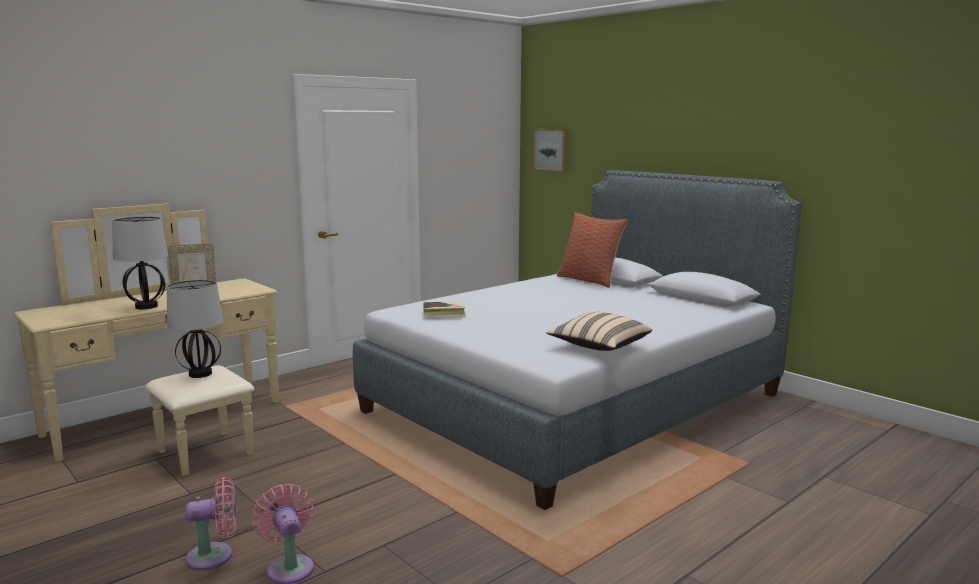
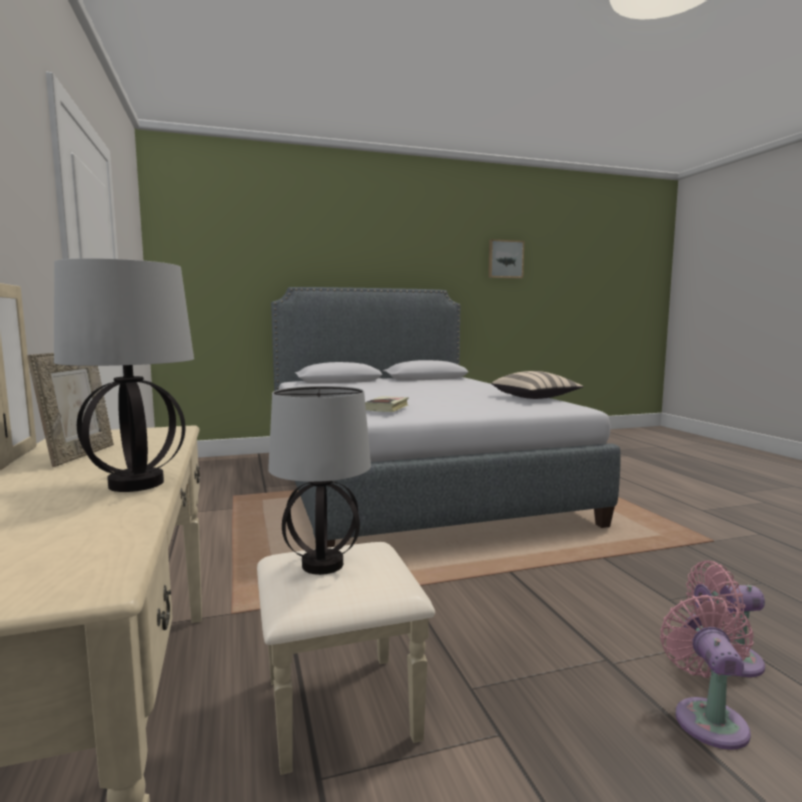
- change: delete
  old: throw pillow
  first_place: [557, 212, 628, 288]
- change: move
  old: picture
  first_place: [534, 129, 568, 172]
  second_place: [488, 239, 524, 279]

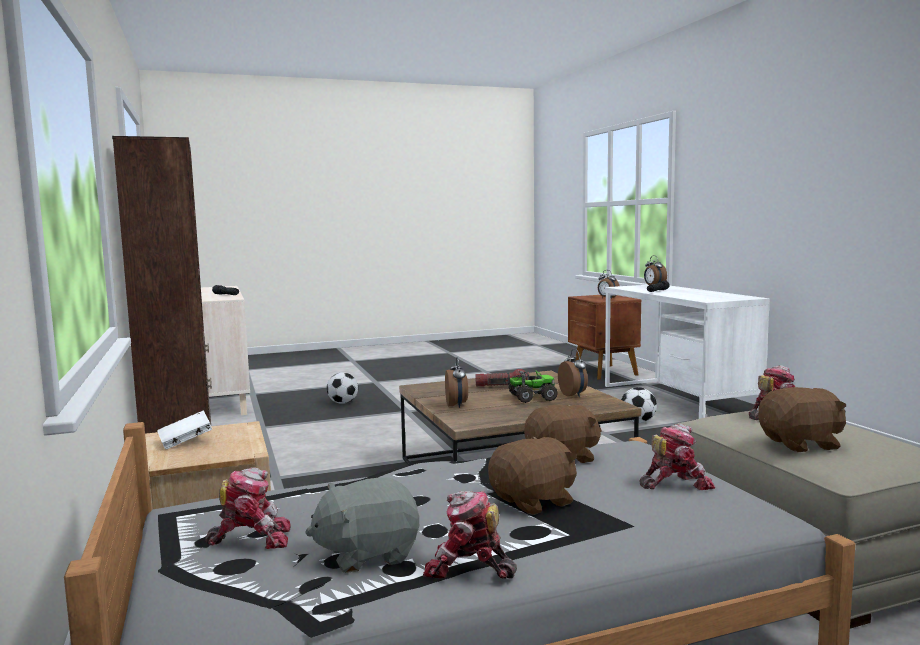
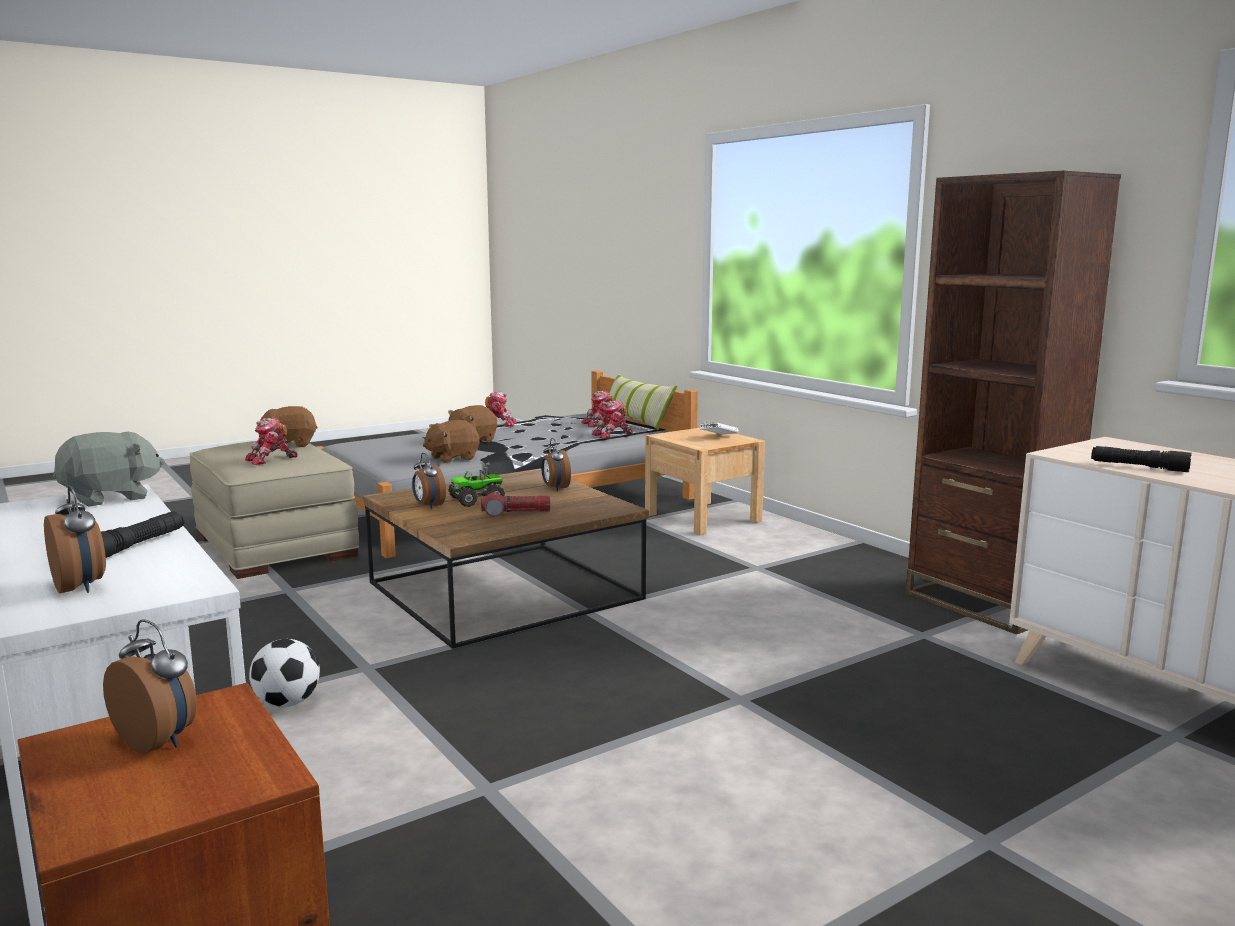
- change: delete
  old: ball for football
  first_place: [327, 372, 358, 404]
- change: insert
  new: throw pillow
  second_place: [609, 373, 678, 430]
- change: move
  old: gray plush toy
  first_place: [305, 478, 419, 573]
  second_place: [53, 432, 165, 507]
- change: move
  old: toy robot
  first_place: [640, 424, 715, 490]
  second_place: [592, 401, 633, 439]

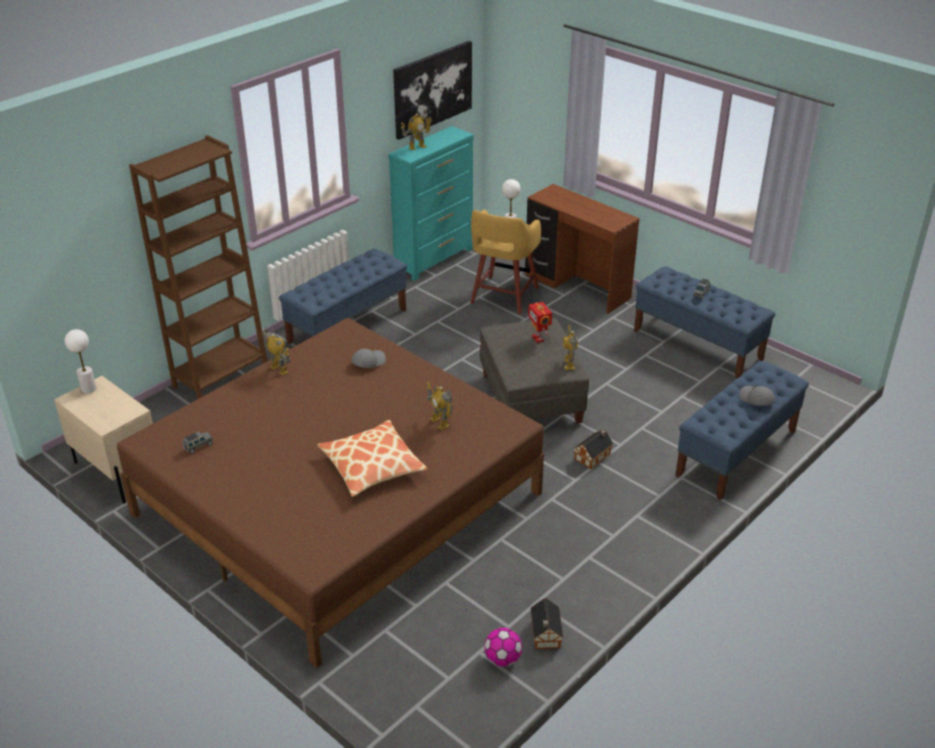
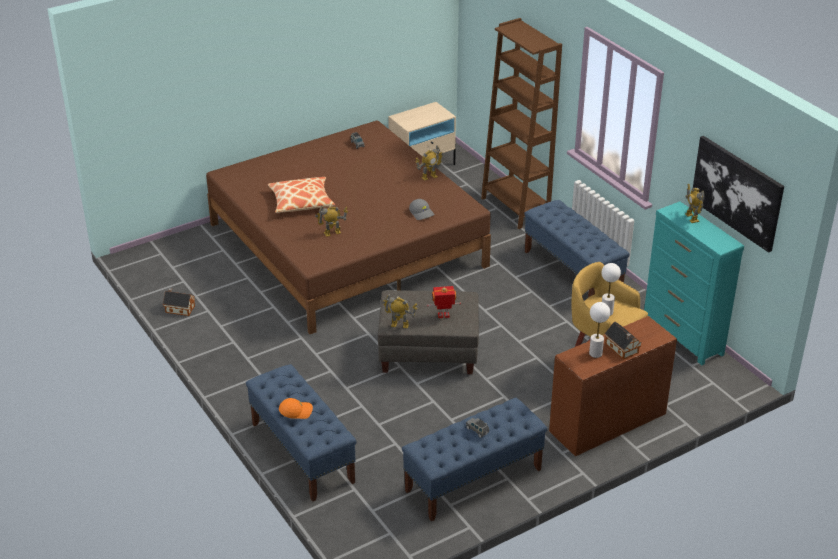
- change: delete
  old: ball for football
  first_place: [484, 628, 522, 667]
- change: move
  old: whitish lamp for a table
  first_place: [65, 329, 96, 393]
  second_place: [589, 302, 610, 358]
- change: move
  old: miniature house
  first_place: [573, 429, 614, 469]
  second_place: [605, 322, 642, 359]
- change: recolor
  old: gray baseball cap
  new: orangey baseball cap
  first_place: [739, 386, 775, 406]
  second_place: [279, 398, 313, 419]

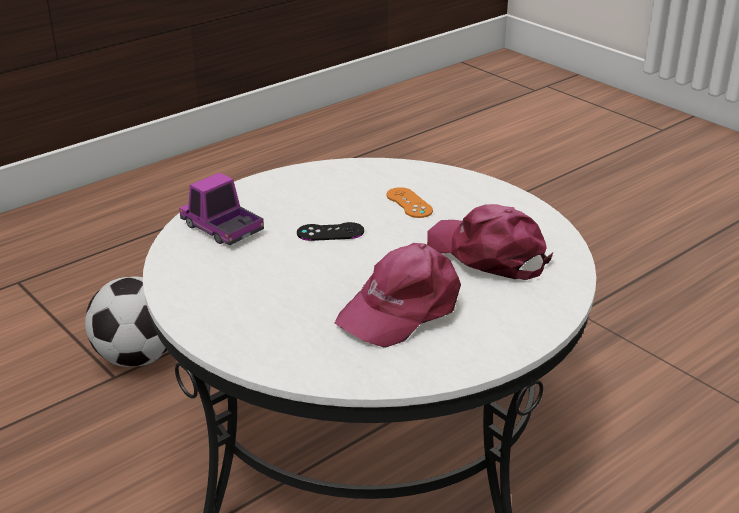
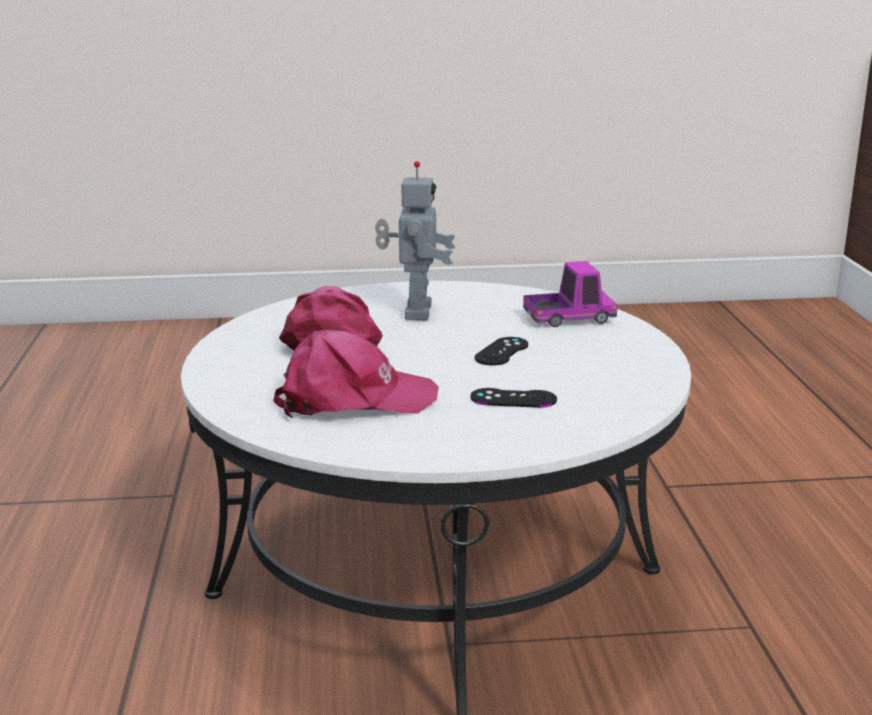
- change: delete
  old: ball for football
  first_place: [85, 276, 167, 367]
- change: insert
  new: toy robot
  second_place: [375, 161, 455, 320]
- change: recolor
  old: orangey game controller
  new: black-coloured game controller
  first_place: [386, 187, 433, 218]
  second_place: [470, 388, 557, 408]

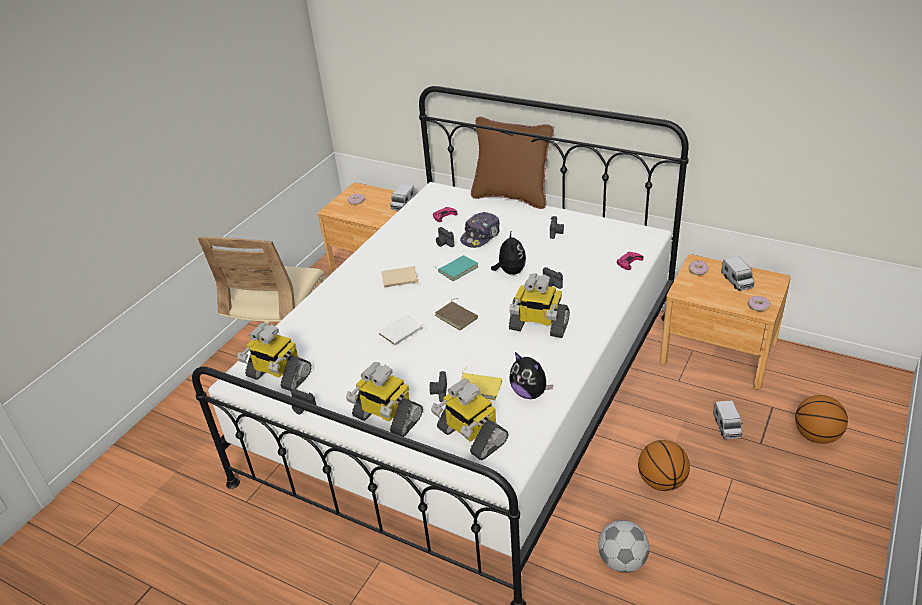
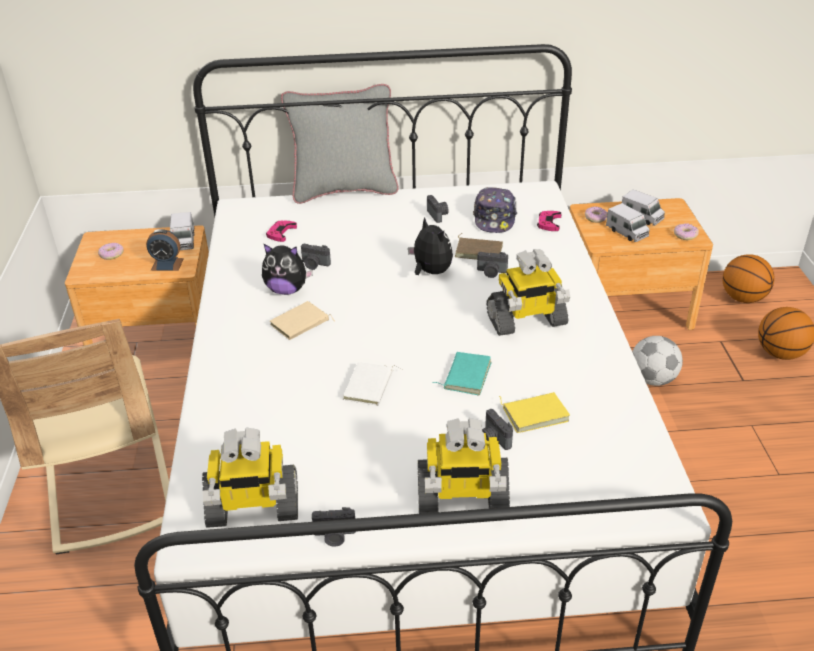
- change: delete
  old: toy robot
  first_place: [431, 378, 508, 460]
- change: insert
  new: alarm clock
  second_place: [146, 229, 184, 271]
- change: move
  old: turquoise-coloured book
  first_place: [434, 255, 478, 281]
  second_place: [433, 352, 492, 395]
- change: move
  old: brown book
  first_place: [435, 298, 478, 330]
  second_place: [455, 233, 503, 260]
- change: move
  old: baseball cap
  first_place: [460, 212, 500, 248]
  second_place: [473, 187, 517, 233]
- change: move
  old: plush toy
  first_place: [509, 352, 553, 399]
  second_place: [262, 244, 313, 295]
- change: move
  old: ball for football
  first_place: [598, 520, 650, 573]
  second_place: [632, 336, 683, 386]
- change: move
  old: basketball ball
  first_place: [638, 440, 690, 491]
  second_place: [723, 254, 775, 303]
- change: move
  old: model truck
  first_place: [713, 400, 743, 440]
  second_place: [606, 203, 650, 242]
- change: recolor
  old: brown throw pillow
  new: gray throw pillow
  first_place: [471, 117, 554, 209]
  second_place: [281, 84, 398, 204]

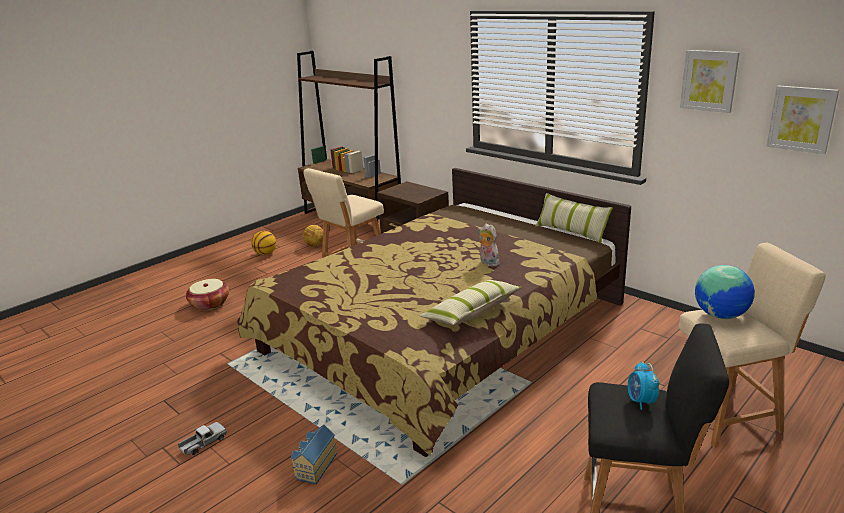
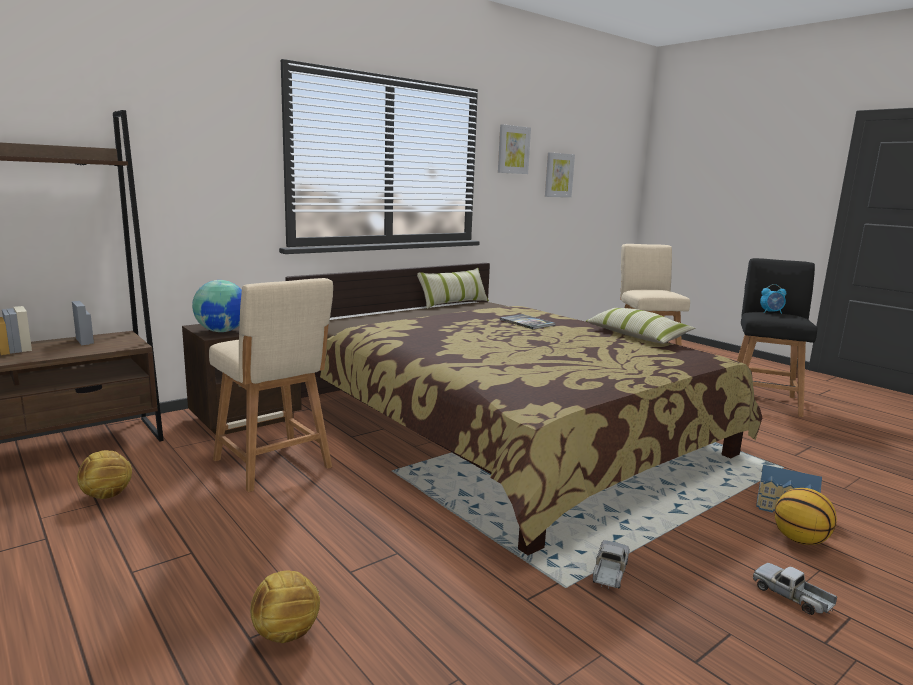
- change: insert
  new: model truck
  second_place: [593, 540, 630, 589]
- change: move
  old: basketball ball
  first_place: [251, 231, 276, 255]
  second_place: [775, 488, 837, 545]
- change: move
  old: desk globe
  first_place: [695, 265, 755, 319]
  second_place: [192, 280, 242, 332]
- change: replace
  old: basket
  new: ball for football
  first_place: [186, 279, 229, 310]
  second_place: [250, 570, 320, 643]
- change: replace
  old: plush toy
  new: book
  first_place: [478, 223, 499, 267]
  second_place: [500, 314, 556, 329]

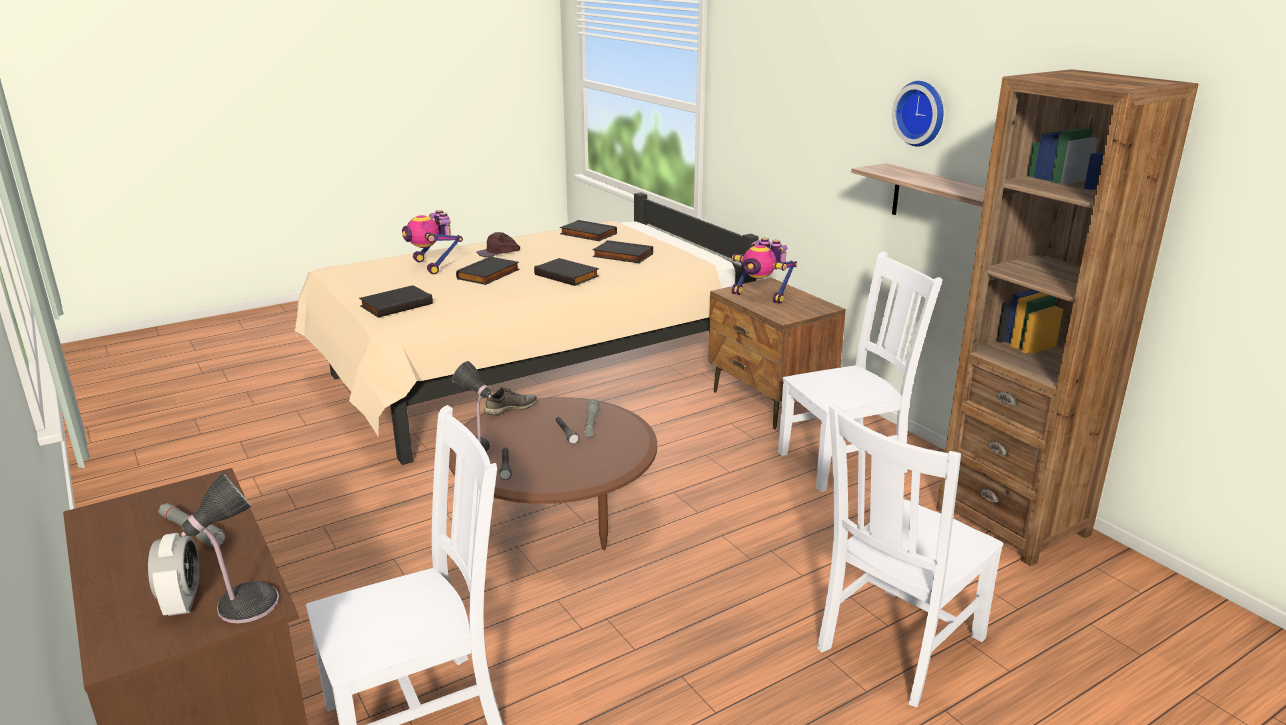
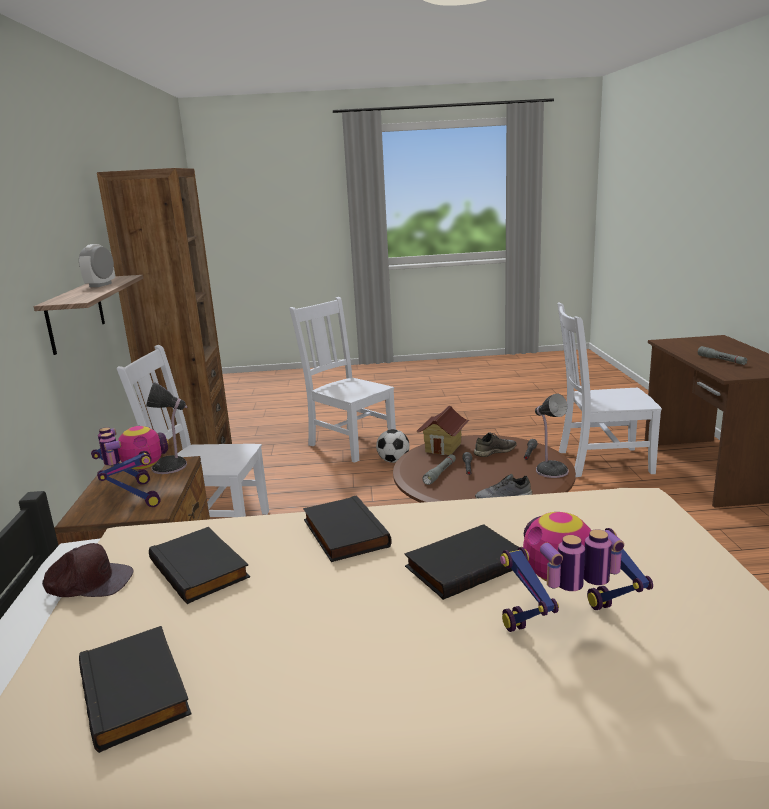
- change: delete
  old: black-coloured book
  first_place: [359, 285, 433, 317]
- change: delete
  old: clock on the wall
  first_place: [892, 81, 943, 147]
- change: insert
  new: ball for football
  second_place: [376, 429, 410, 463]
- change: insert
  new: miniature house
  second_place: [416, 406, 469, 455]
- change: insert
  new: gray low shoe
  second_place: [474, 432, 517, 457]
- change: move
  old: alarm clock
  first_place: [148, 533, 199, 616]
  second_place: [79, 244, 115, 287]
- change: move
  old: lamp for a table
  first_place: [181, 473, 279, 623]
  second_place: [146, 382, 187, 474]
- change: move
  old: brown baseball cap
  first_place: [476, 232, 520, 257]
  second_place: [42, 543, 134, 597]
- change: rotate
  old: toy robot
  first_place: [402, 210, 463, 274]
  second_place: [500, 512, 653, 632]
  degrees: -105
- change: rotate
  old: whitish plain chair
  first_place: [817, 405, 1004, 707]
  second_place: [289, 297, 396, 463]
  degrees: -120

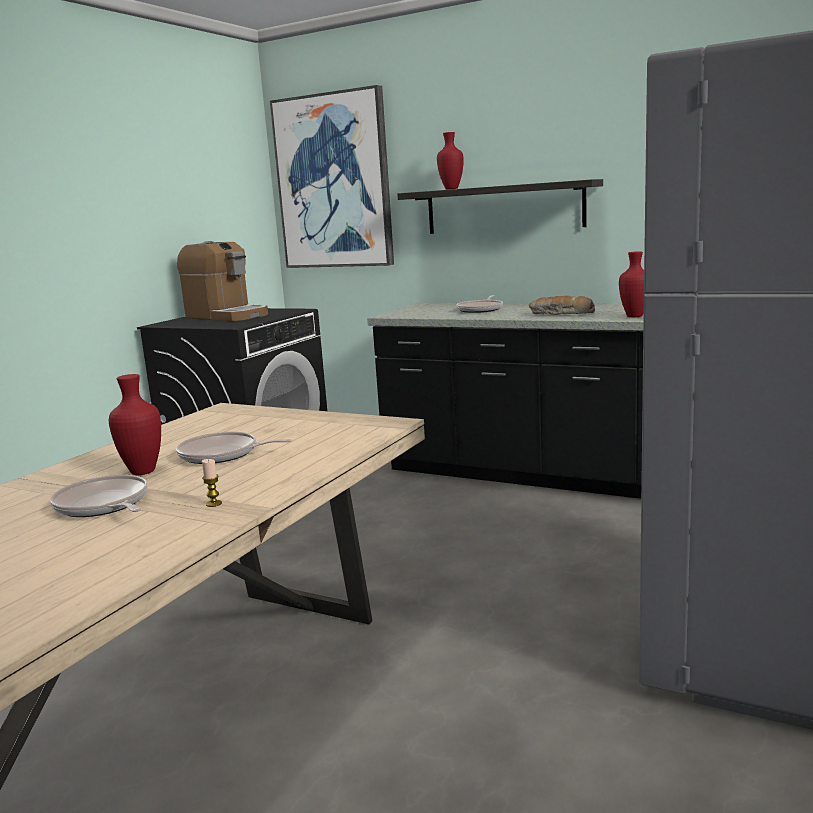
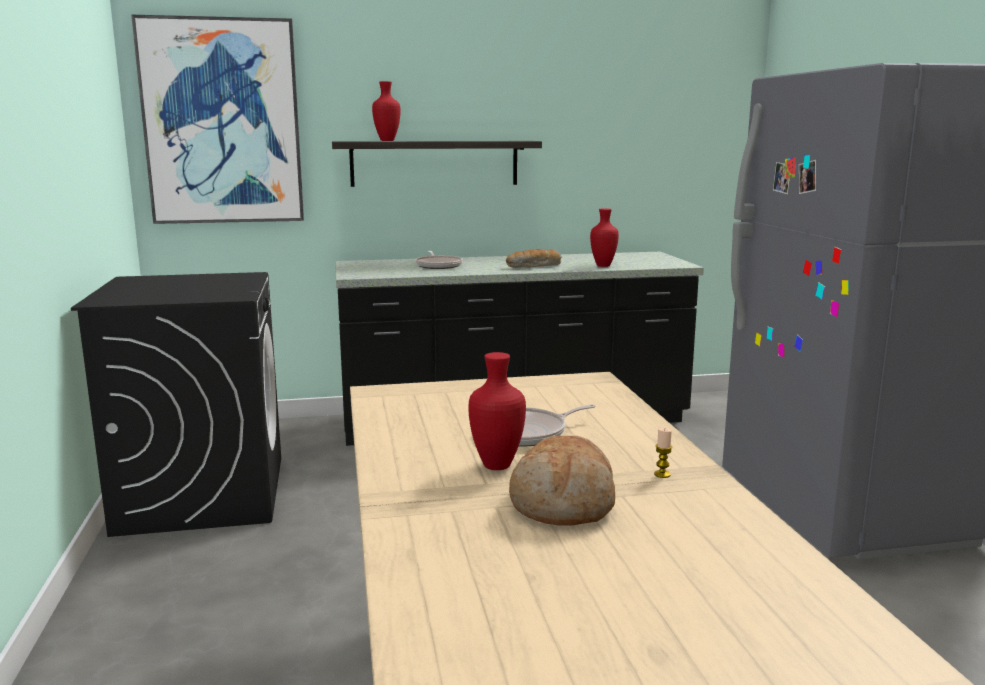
- change: delete
  old: coffee maker
  first_place: [177, 241, 268, 321]
- change: replace
  old: frying pan
  new: baked bread
  first_place: [50, 475, 148, 517]
  second_place: [509, 436, 615, 526]

